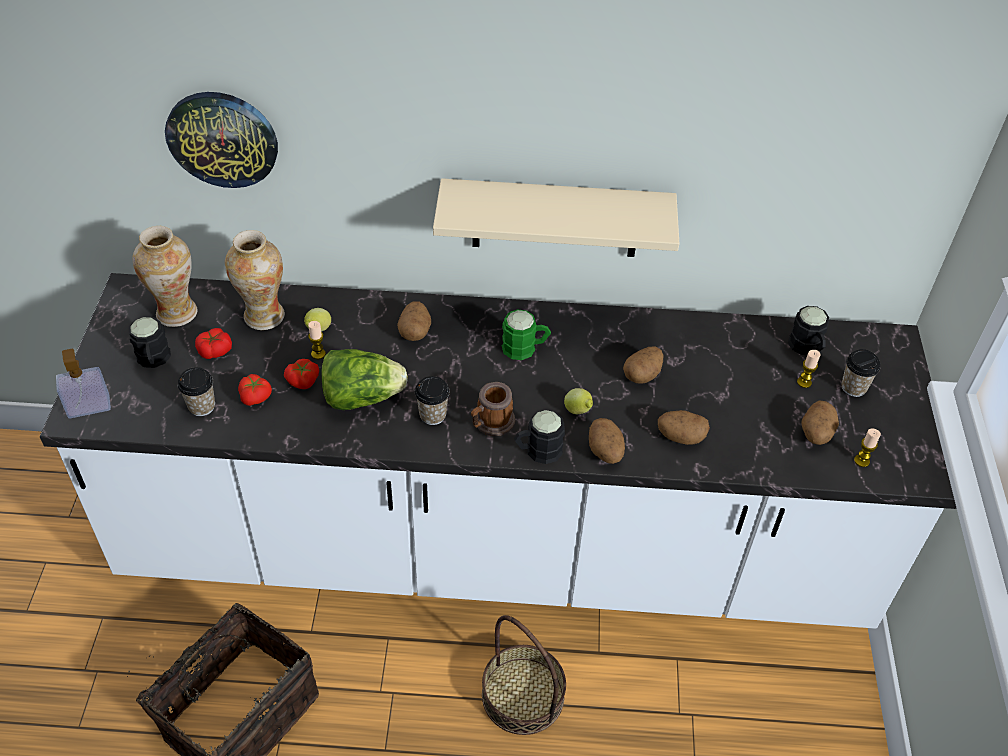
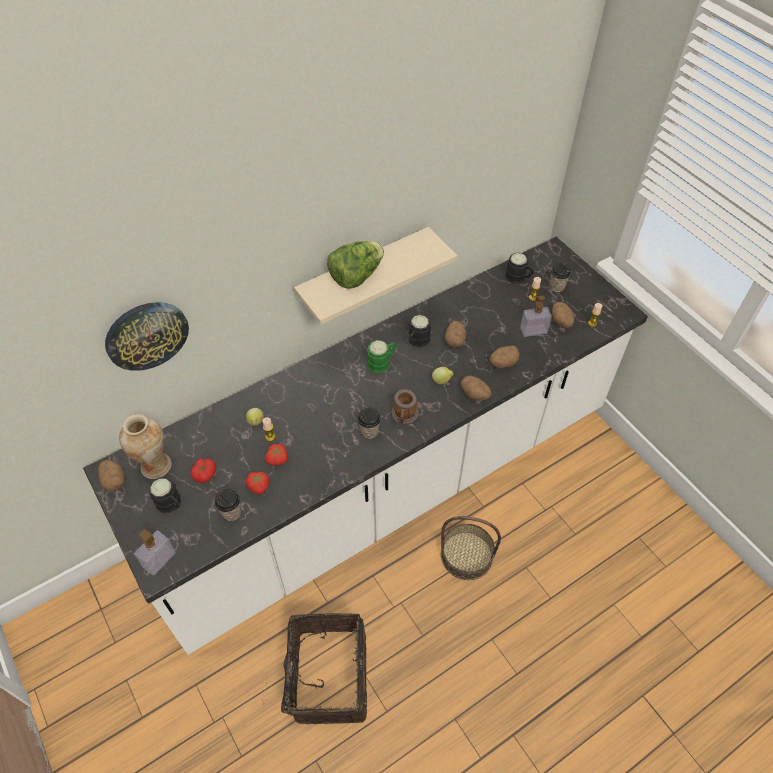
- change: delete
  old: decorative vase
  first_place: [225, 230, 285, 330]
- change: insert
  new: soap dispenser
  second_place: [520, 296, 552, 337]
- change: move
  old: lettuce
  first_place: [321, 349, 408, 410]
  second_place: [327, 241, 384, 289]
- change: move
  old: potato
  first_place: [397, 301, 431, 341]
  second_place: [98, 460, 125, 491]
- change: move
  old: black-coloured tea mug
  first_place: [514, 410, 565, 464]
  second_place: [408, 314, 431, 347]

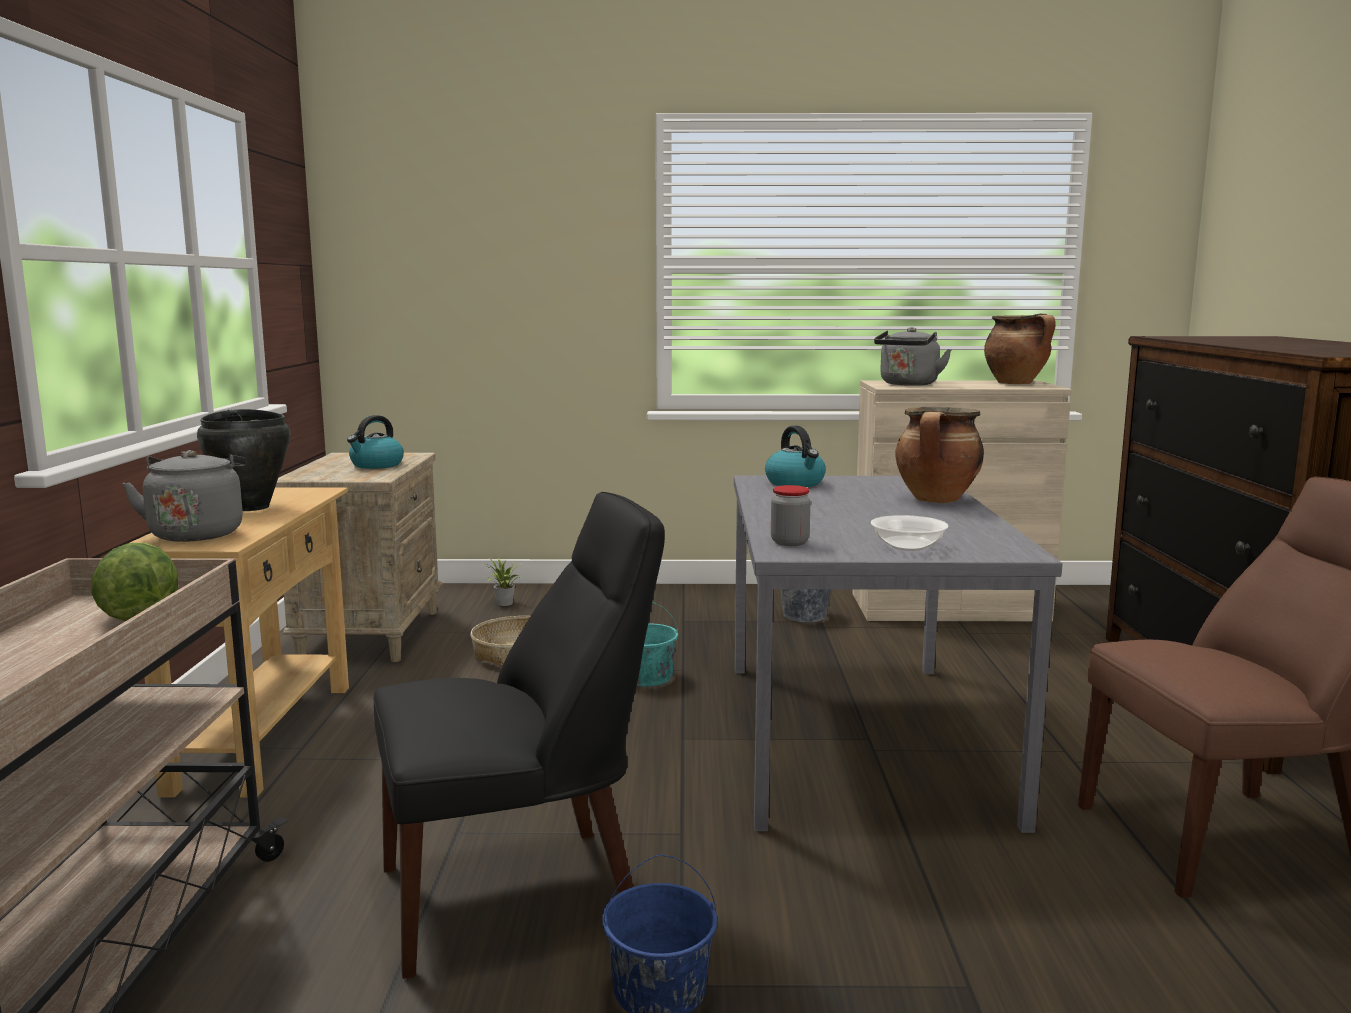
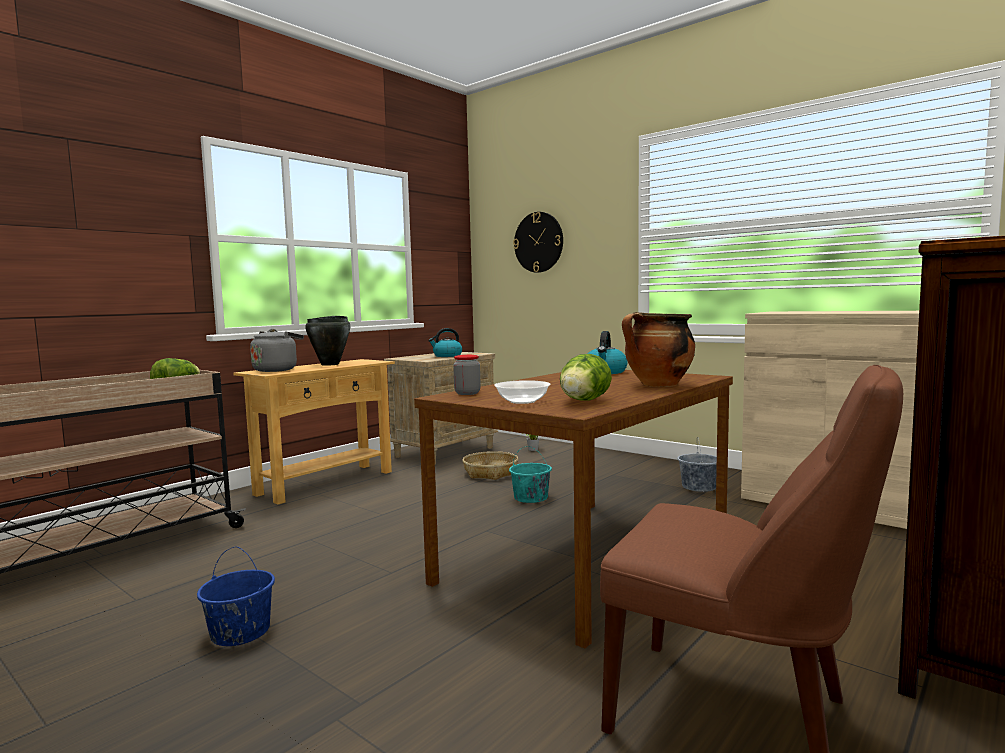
- change: delete
  old: black-coloured plain chair
  first_place: [373, 492, 665, 979]
- change: delete
  old: gray tea kettle
  first_place: [874, 327, 952, 386]
- change: delete
  old: saucepot
  first_place: [984, 314, 1056, 384]
- change: insert
  new: clock on the wall
  second_place: [513, 212, 563, 273]
- change: insert
  new: lettuce
  second_place: [560, 354, 612, 401]
- change: recolor
  old: gray dinner table
  new: brown dinner table
  first_place: [734, 475, 1063, 833]
  second_place: [414, 370, 733, 648]

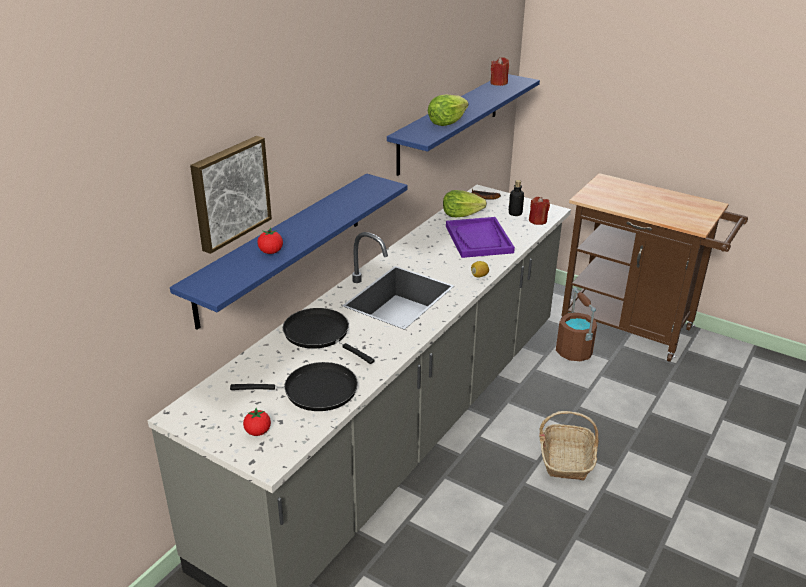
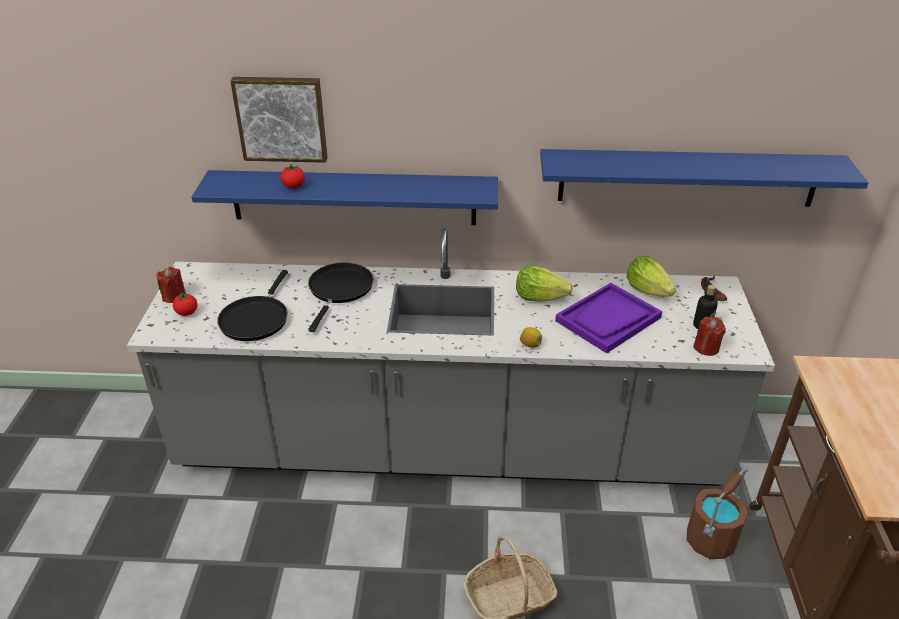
- change: move
  old: lettuce
  first_place: [428, 95, 469, 126]
  second_place: [516, 265, 573, 302]
- change: move
  old: red candle
  first_place: [490, 57, 509, 86]
  second_place: [157, 267, 186, 303]
- change: rotate
  old: black-coloured frying pan
  first_place: [230, 362, 358, 411]
  second_place: [217, 270, 288, 341]
  degrees: 45

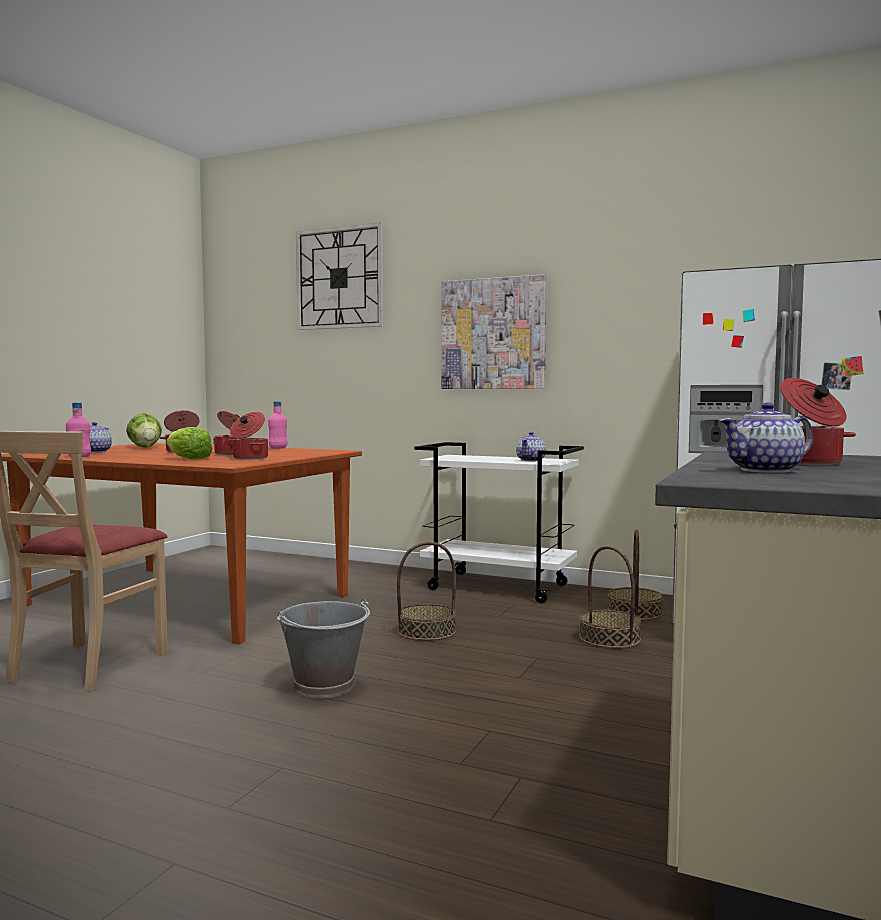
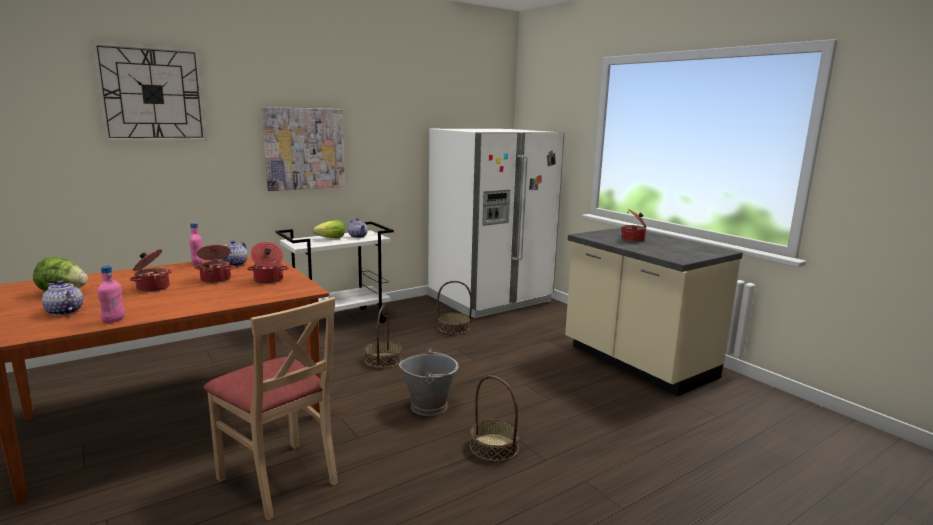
- change: move
  old: lettuce
  first_place: [167, 427, 212, 459]
  second_place: [313, 220, 345, 238]
- change: move
  old: basket
  first_place: [607, 529, 663, 620]
  second_place: [470, 375, 520, 462]
- change: move
  old: tea pot
  first_place: [719, 402, 813, 473]
  second_place: [221, 240, 248, 267]

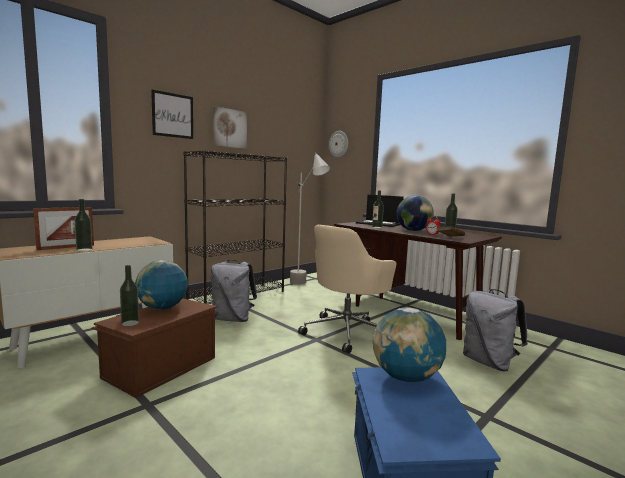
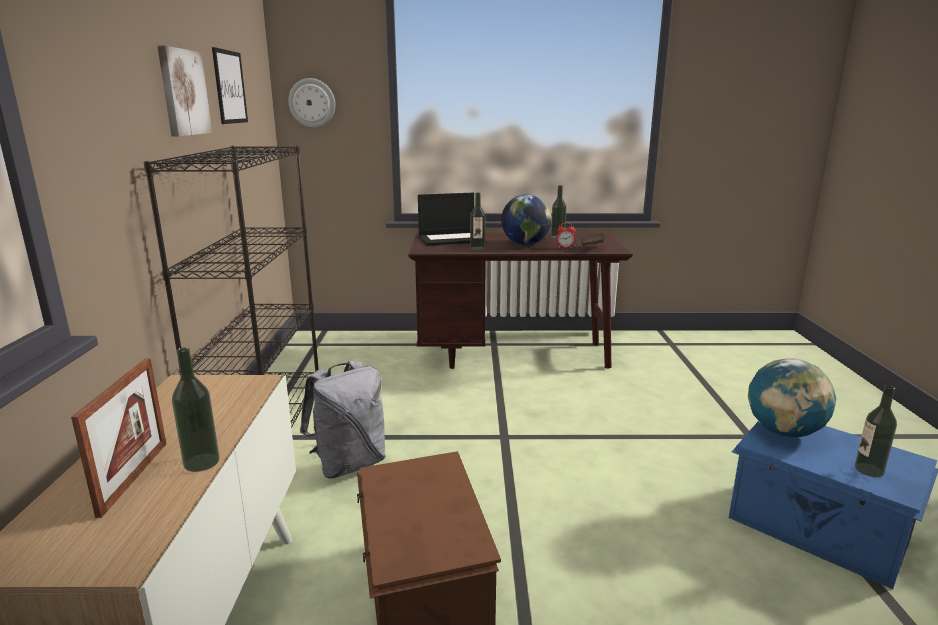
- change: delete
  old: desk globe
  first_place: [135, 260, 188, 310]
- change: delete
  old: gray floor lamp
  first_place: [290, 153, 330, 285]
- change: delete
  old: beige computer chair
  first_place: [298, 225, 396, 354]
- change: delete
  old: gray knapsack
  first_place: [463, 289, 528, 371]
- change: move
  old: beverage bottle
  first_place: [120, 265, 139, 327]
  second_place: [855, 385, 897, 477]
- change: move
  old: picture
  first_place: [151, 90, 193, 139]
  second_place: [212, 47, 248, 124]

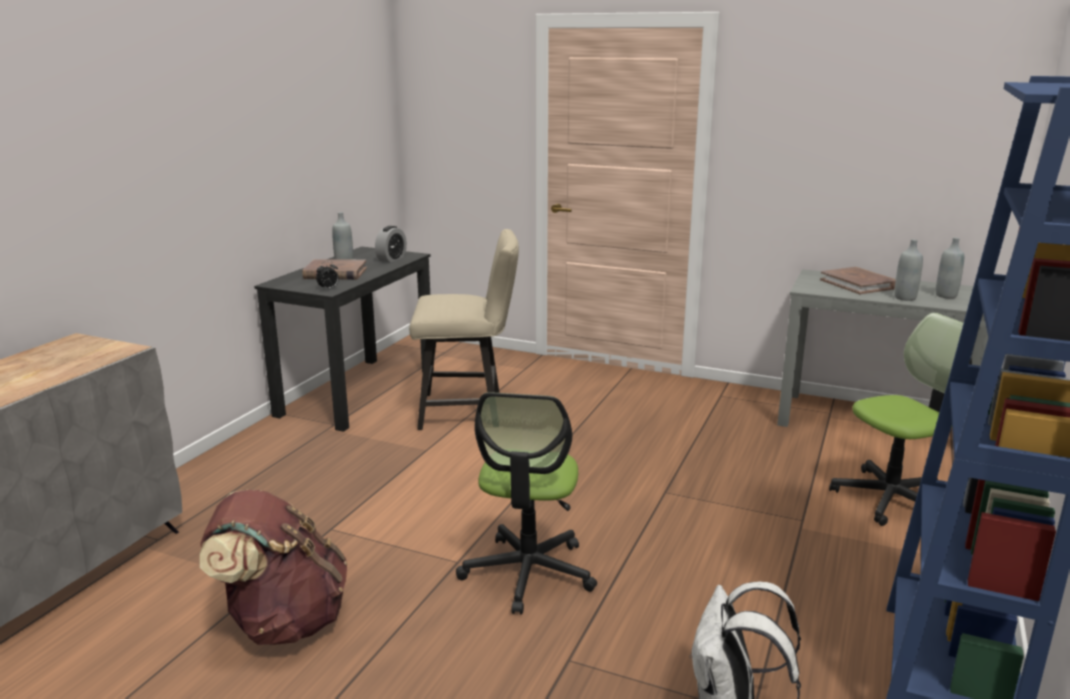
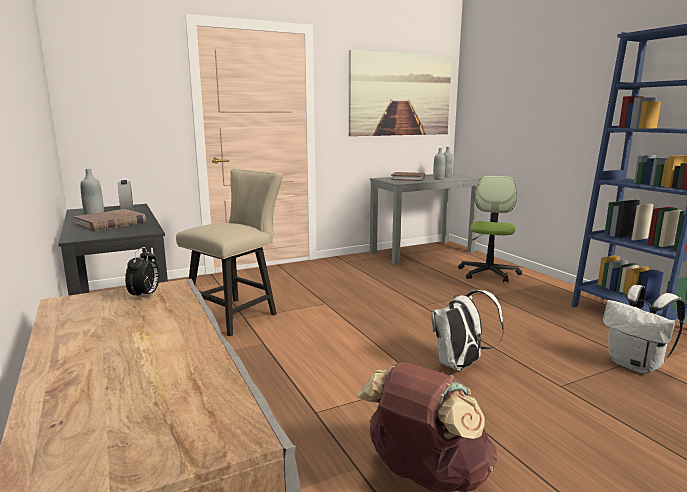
- change: insert
  new: picture
  second_place: [349, 50, 452, 136]
- change: move
  old: alarm clock
  first_place: [316, 261, 339, 291]
  second_place: [125, 247, 159, 300]
- change: replace
  old: computer chair
  new: whitish knapsack
  first_place: [456, 392, 597, 615]
  second_place: [431, 290, 504, 371]

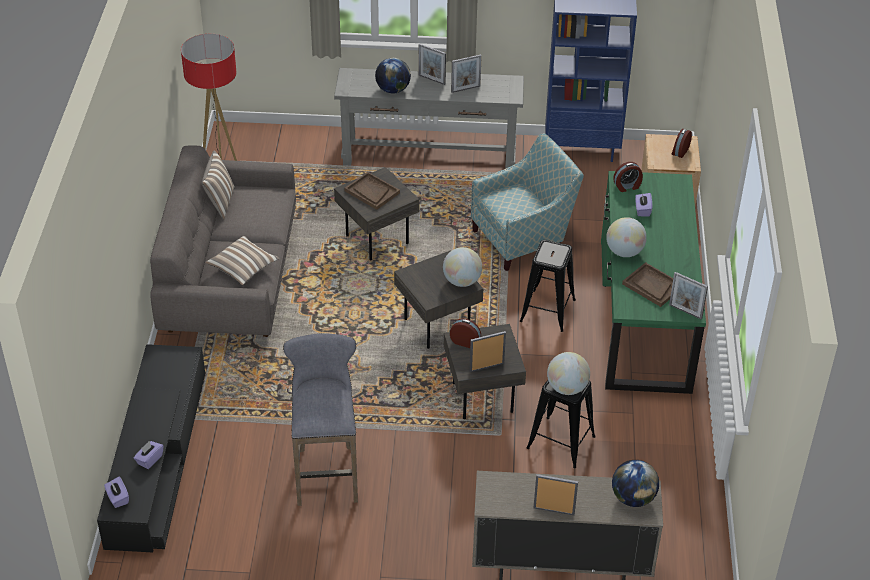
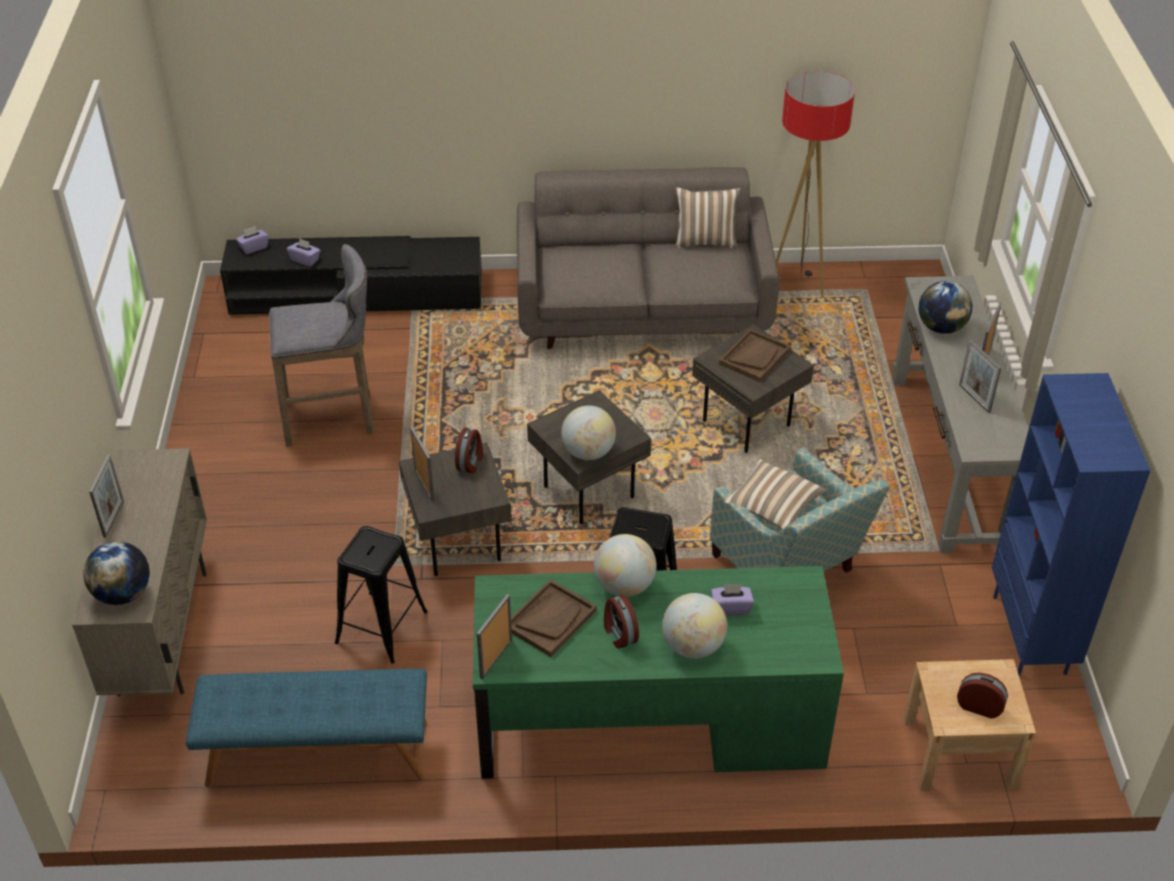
- change: insert
  new: bluish long seat
  second_place: [186, 669, 427, 787]
- change: move
  old: throw pillow
  first_place: [205, 236, 280, 285]
  second_place: [723, 459, 826, 529]
- change: move
  old: desk globe
  first_place: [547, 352, 590, 395]
  second_place: [662, 593, 727, 659]
- change: move
  old: alarm clock
  first_place: [613, 162, 643, 192]
  second_place: [604, 594, 639, 648]

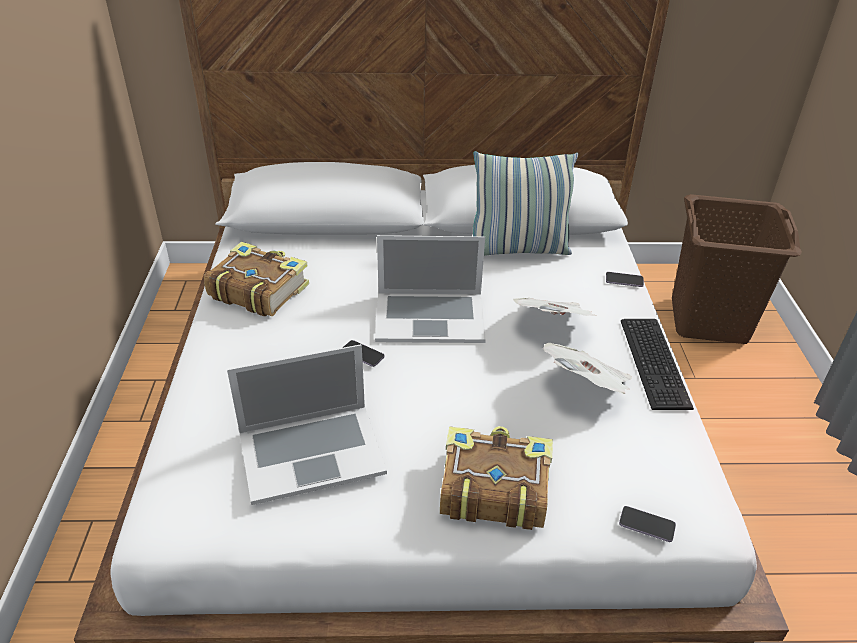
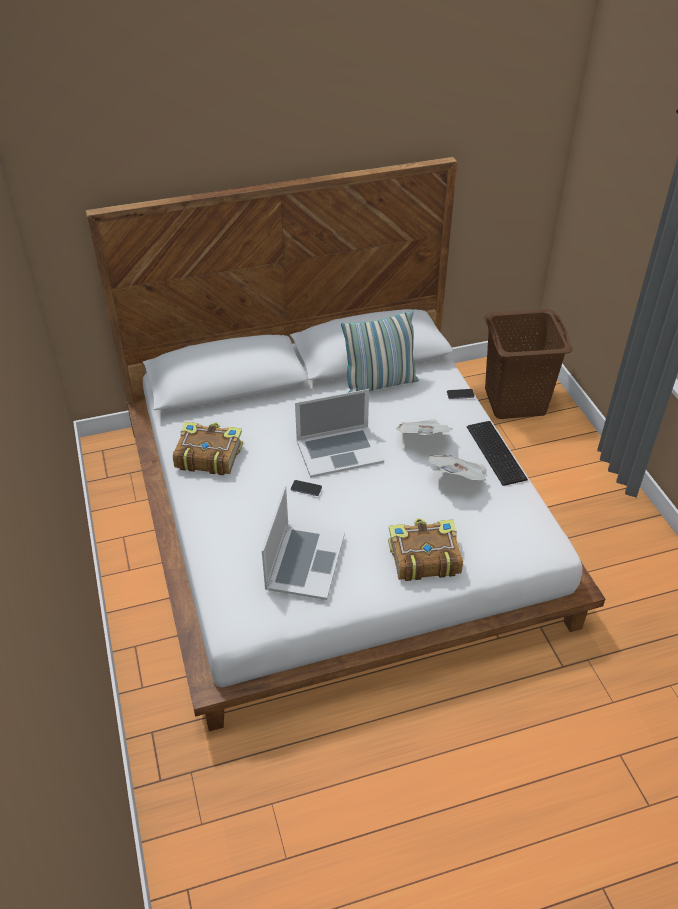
- change: delete
  old: handset
  first_place: [619, 506, 676, 542]
- change: rotate
  old: notebook computer
  first_place: [227, 344, 387, 505]
  second_place: [262, 486, 345, 600]
  degrees: -45

